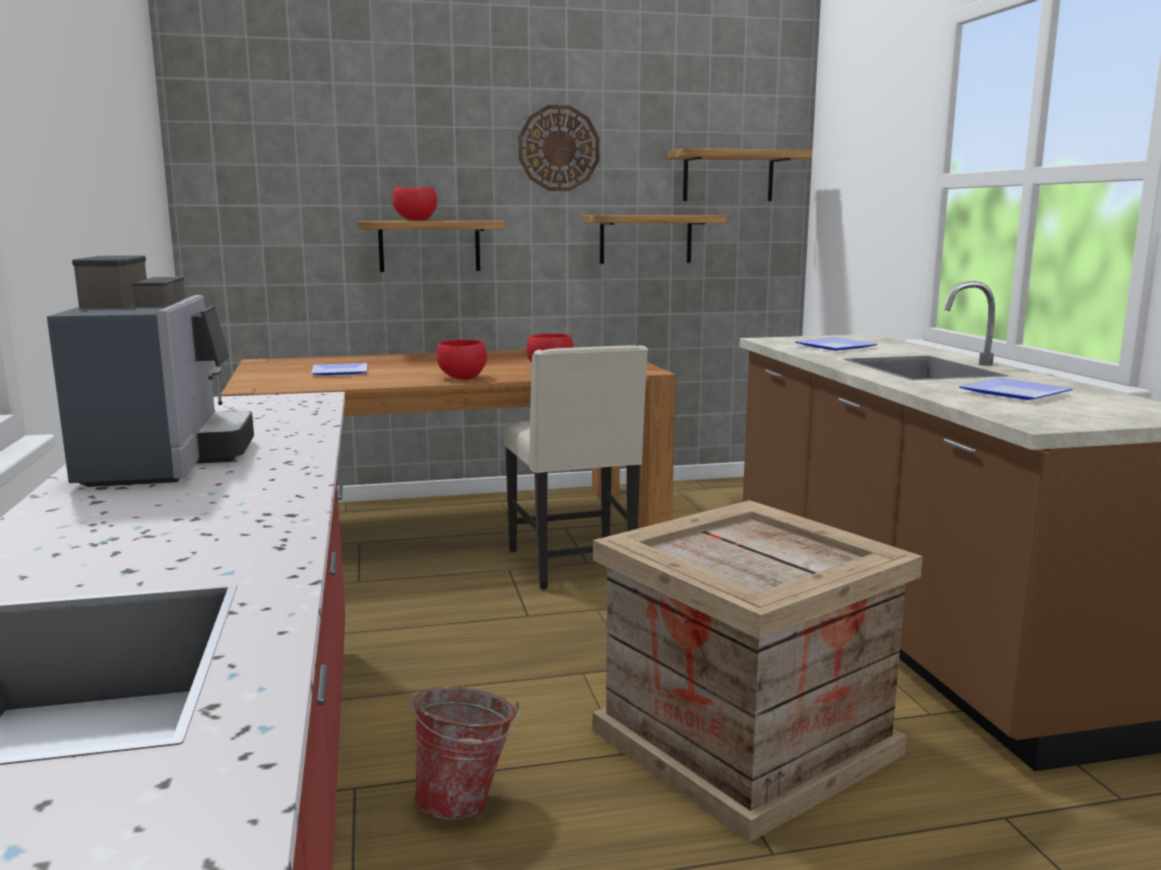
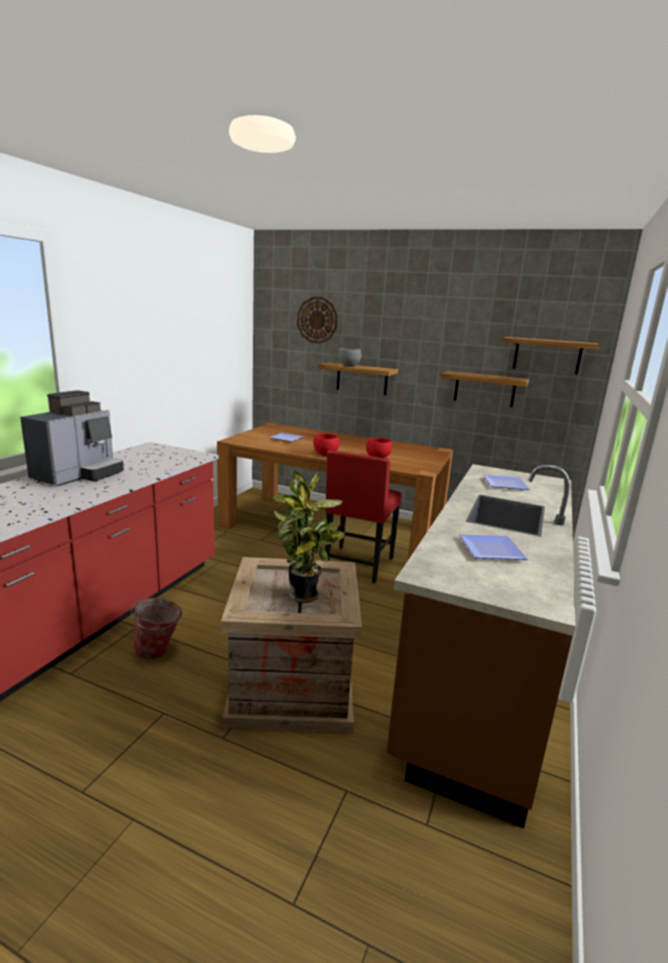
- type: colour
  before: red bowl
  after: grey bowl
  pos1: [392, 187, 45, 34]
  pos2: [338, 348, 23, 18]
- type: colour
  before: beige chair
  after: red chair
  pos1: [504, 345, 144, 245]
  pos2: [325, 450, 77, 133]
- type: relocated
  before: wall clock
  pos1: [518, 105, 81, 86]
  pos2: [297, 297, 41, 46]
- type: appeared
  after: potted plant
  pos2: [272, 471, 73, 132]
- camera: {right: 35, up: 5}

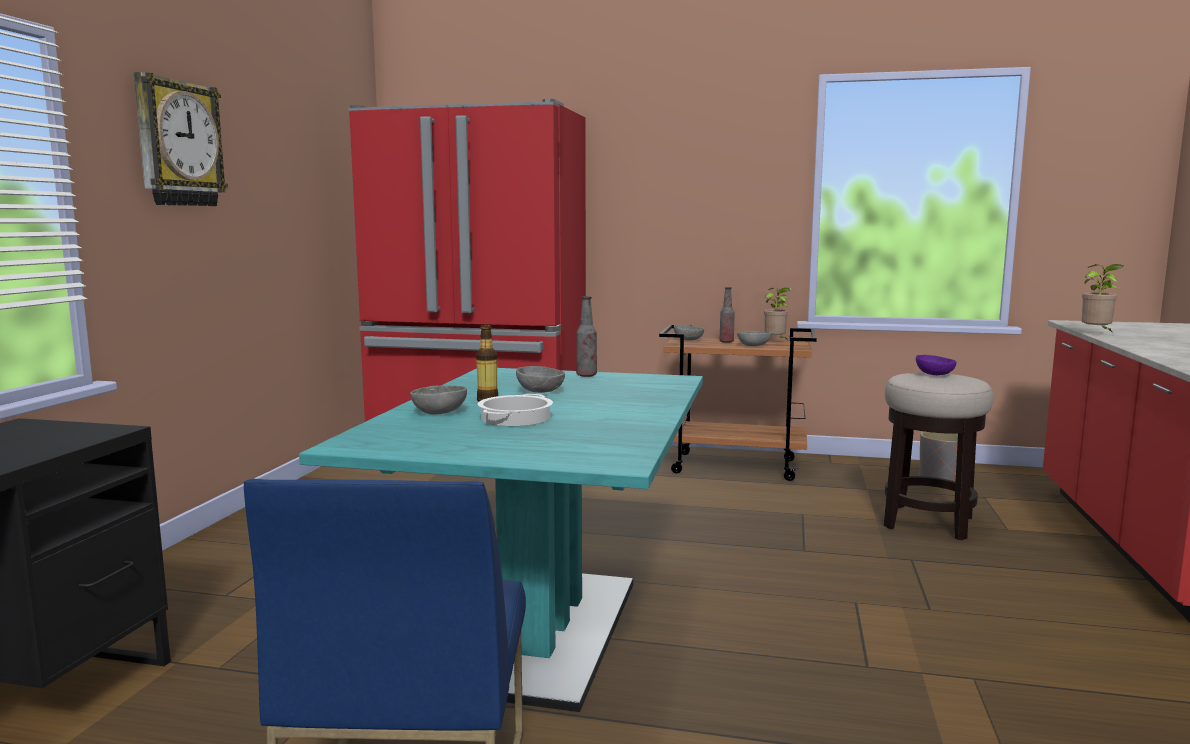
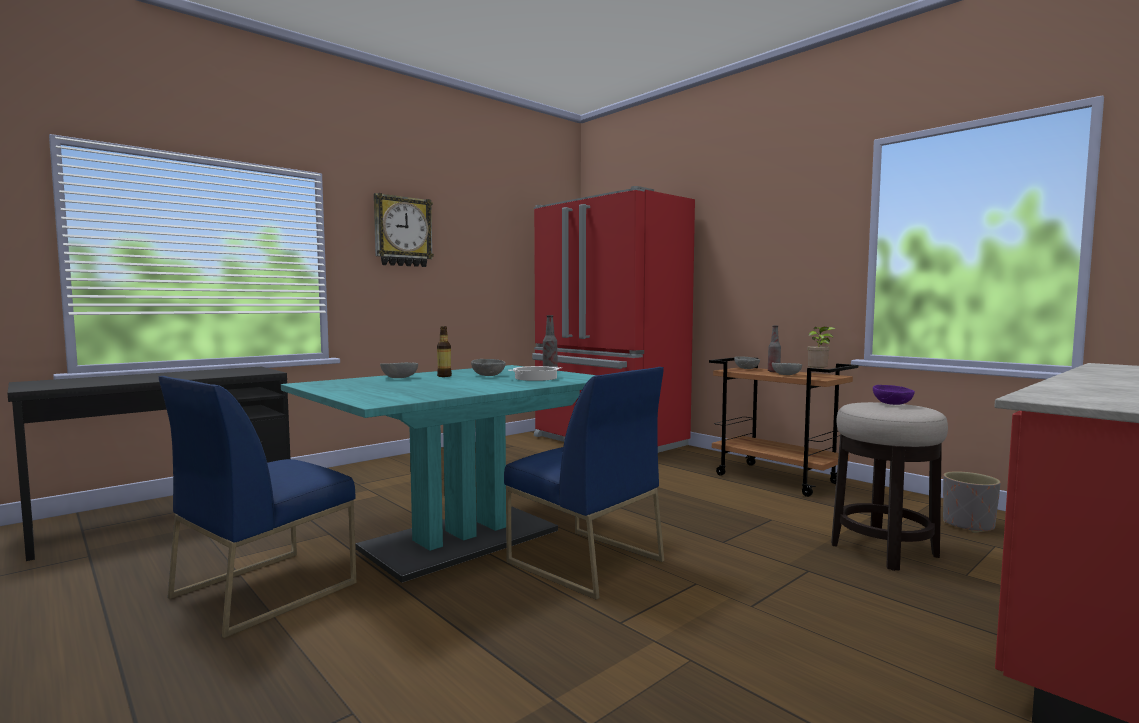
- type: relocated
  before: cooking pot
  pos1: [478, 394, 75, 32]
  pos2: [509, 366, 53, 15]
- type: missing
  before: potted plant
  pos1: [1082, 264, 42, 69]
- type: appeared
  after: blue chair
  pos2: [504, 367, 160, 233]
- camera: {right: 35, up: -5}

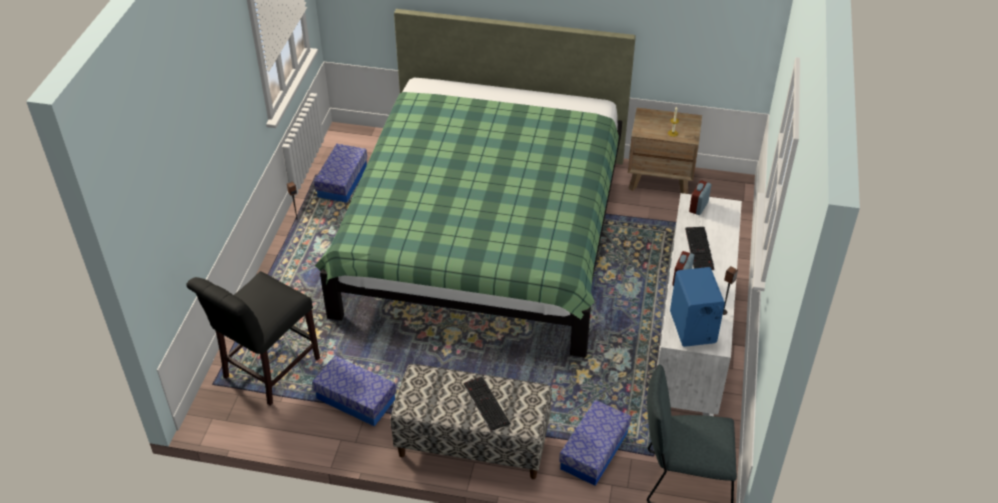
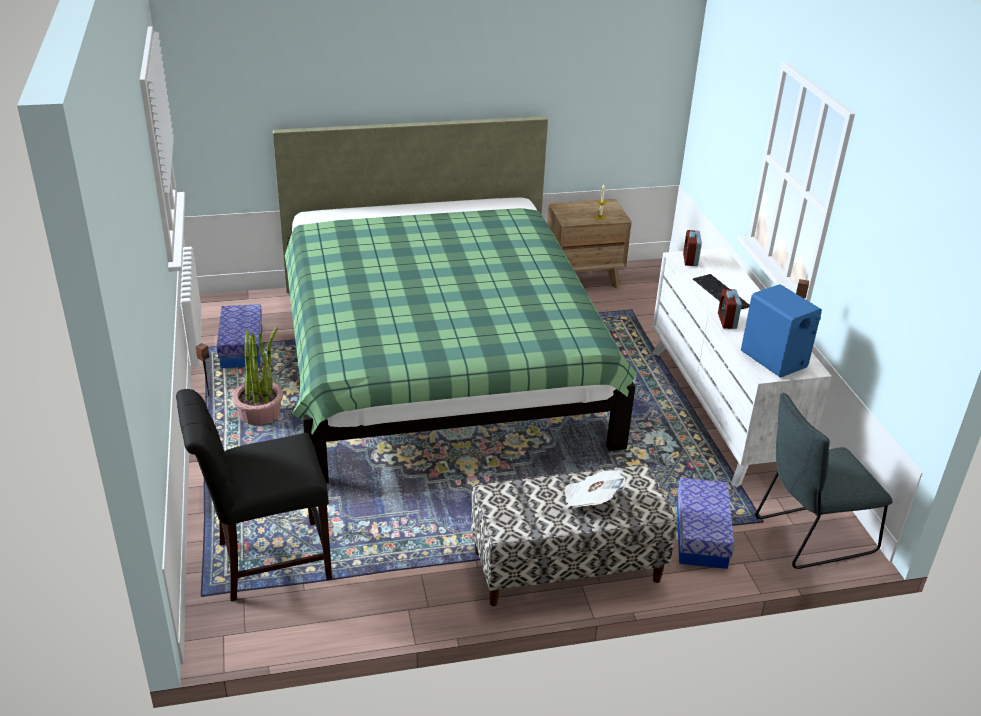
- type: spun
  before: black chair
  pos1: [186, 271, 134, 134]
  pos2: [176, 389, 156, 212]
  turn: 60
- type: missing
  before: storage box
  pos1: [312, 356, 84, 71]
- type: exchanged
  before: keyboard
  after: newspaper
  pos1: [463, 377, 47, 54]
  pos2: [565, 470, 60, 37]
- type: appeared
  after: potted plant
  pos2: [232, 327, 51, 98]
- camera: {right: -25, up: -10}

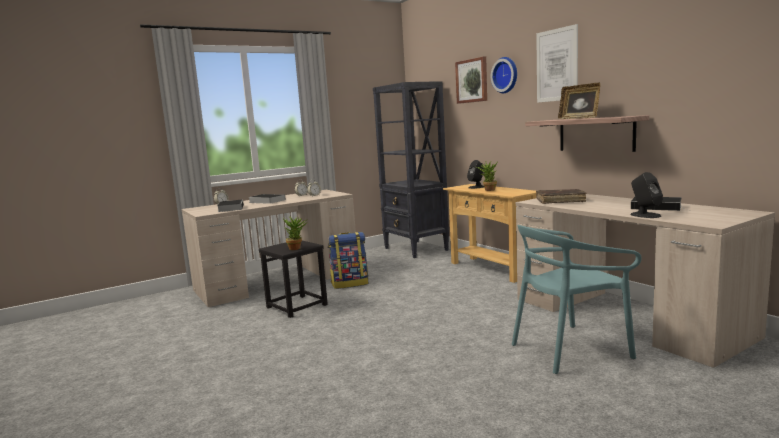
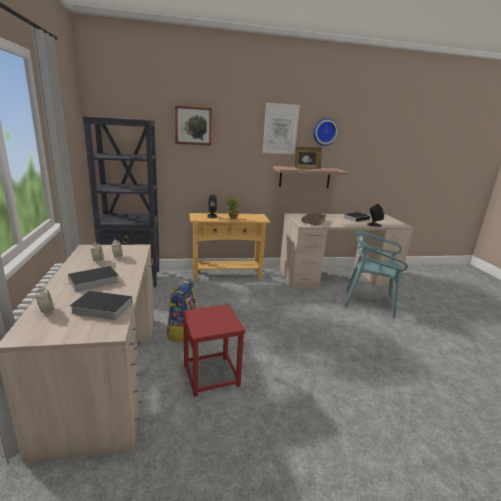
- type: colour
  before: black stool
  after: red stool
  pos1: [259, 241, 69, 77]
  pos2: [182, 304, 63, 93]
- type: missing
  before: potted plant
  pos1: [282, 217, 26, 33]
- type: relocated
  before: wall clock
  pos1: [491, 57, 26, 36]
  pos2: [313, 118, 25, 28]
- type: spun
  before: turquoise chair
  pos1: [512, 225, 130, 149]
  pos2: [345, 231, 63, 87]
  turn: 105
- camera: {right: -70, up: 10}

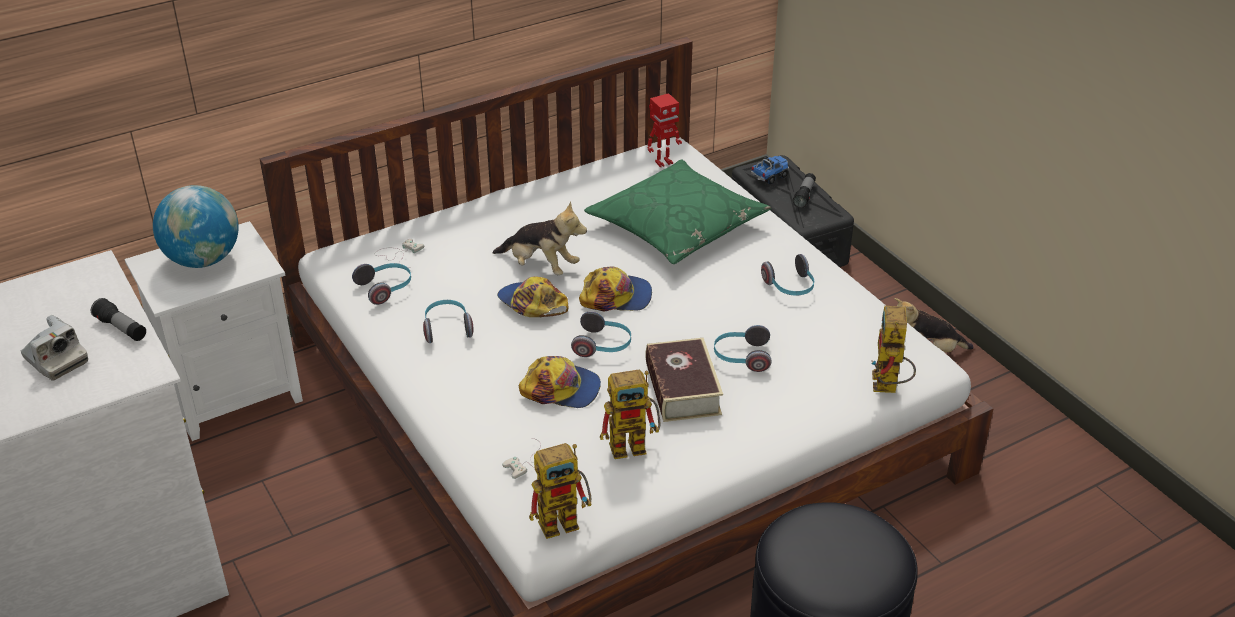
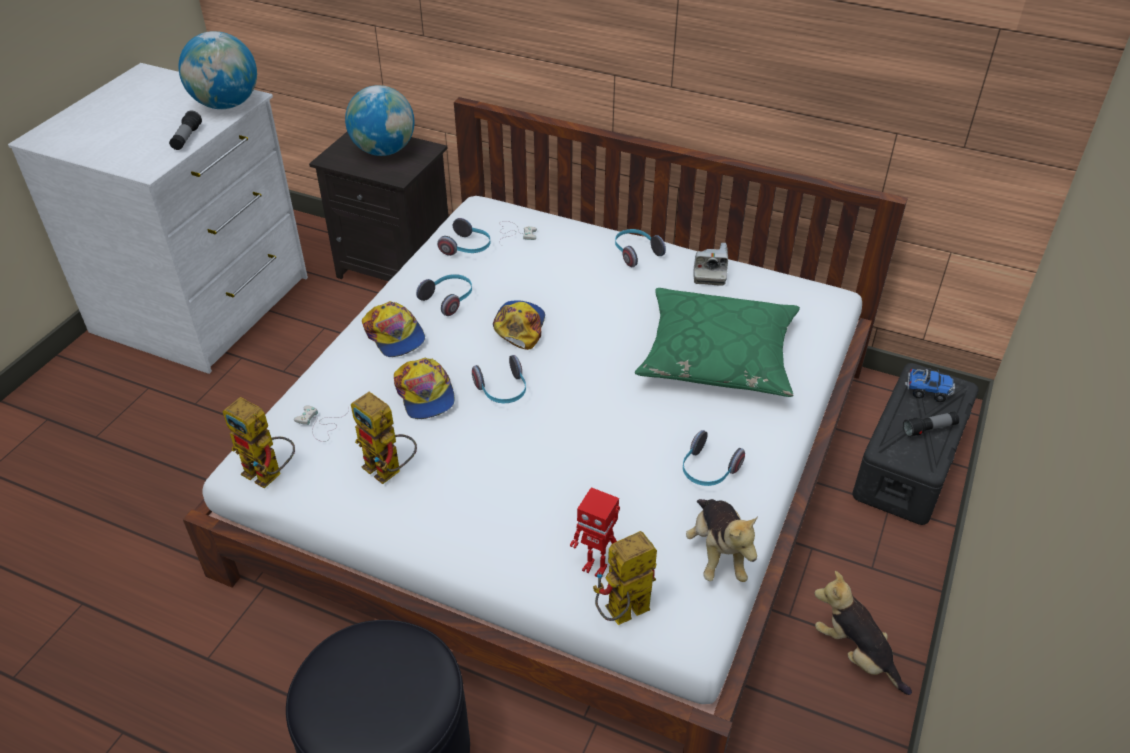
- type: relocated
  before: photo camera
  pos1: [21, 315, 67, 66]
  pos2: [693, 243, 35, 43]
- type: colour
  before: white nightstand
  after: black nightstand
  pos1: [124, 221, 179, 220]
  pos2: [309, 132, 140, 149]
- type: relocated
  before: plush toy
  pos1: [492, 201, 95, 74]
  pos2: [686, 499, 72, 83]
- type: relocated
  before: cap
  pos1: [579, 266, 73, 46]
  pos2: [362, 301, 63, 56]
- type: missing
  before: book
  pos1: [645, 338, 78, 84]
- type: relocated
  before: toy robot
  pos1: [647, 93, 35, 74]
  pos2: [570, 487, 50, 91]
- type: relocated
  before: headphones
  pos1: [714, 325, 58, 47]
  pos2: [615, 229, 51, 38]
- type: appeared
  after: globe
  pos2: [178, 31, 79, 78]
- camera: {right: 55, up: 5}

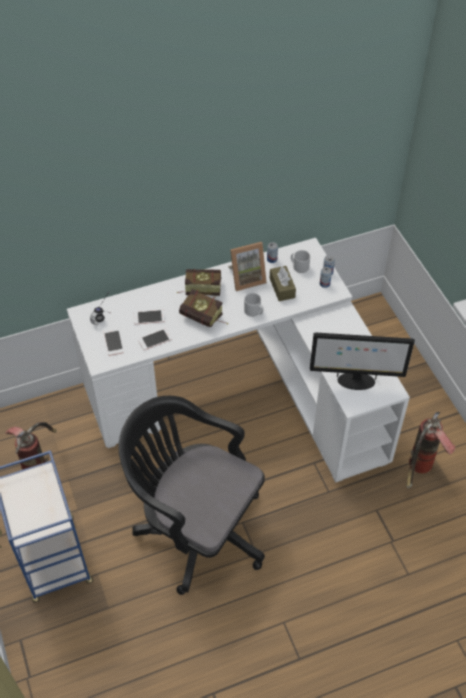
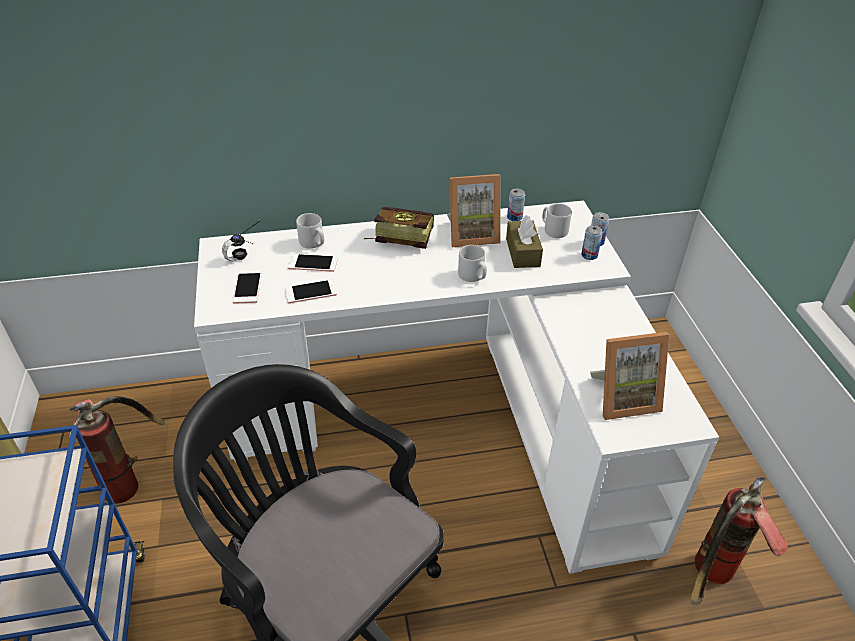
- type: missing
  before: book
  pos1: [179, 289, 49, 38]
- type: exchanged
  before: monitor
  after: picture frame
  pos1: [310, 333, 105, 57]
  pos2: [590, 332, 79, 88]
- type: appeared
  after: grey mug
  pos2: [296, 213, 28, 36]
- camera: {right: 10, up: -10}

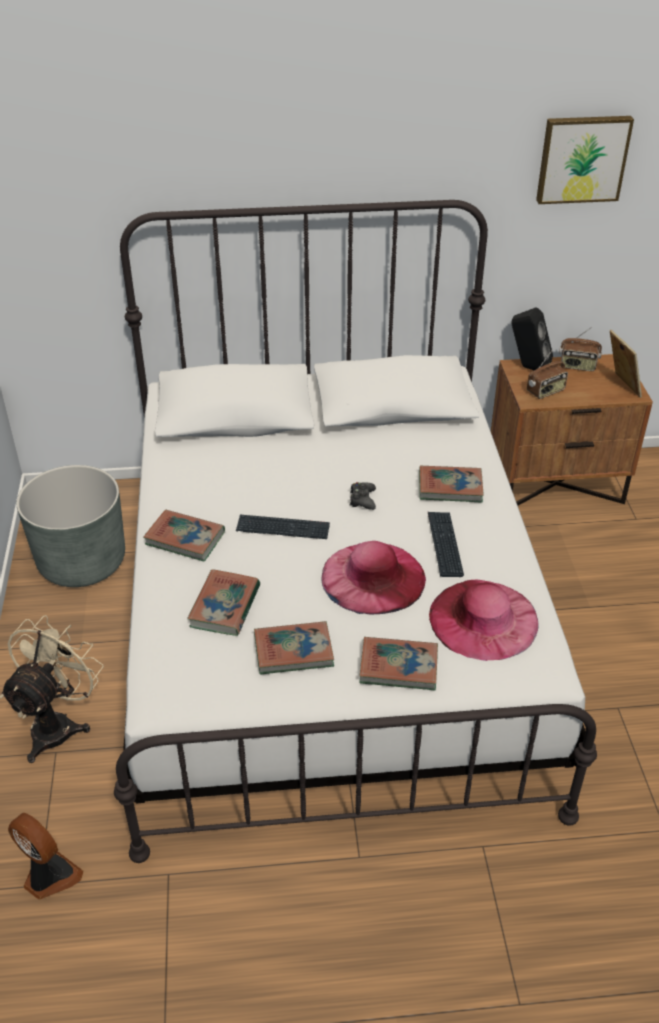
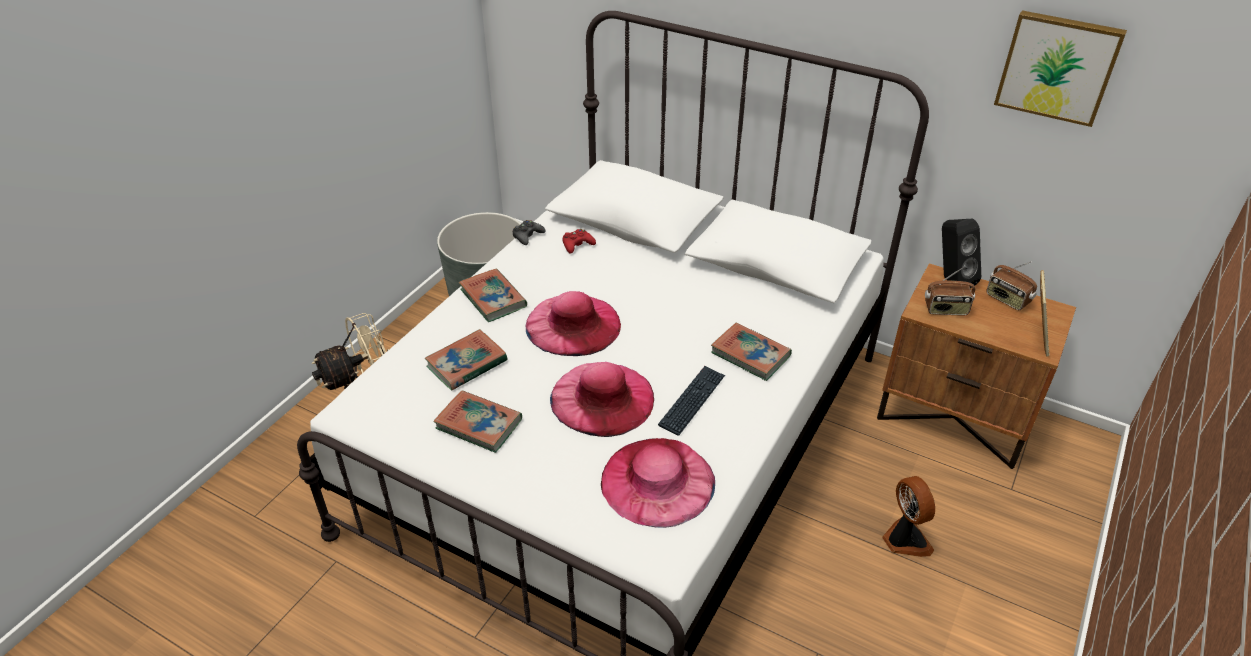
- type: relocated
  before: fan
  pos1: [8, 813, 76, 87]
  pos2: [882, 476, 53, 81]
- type: exchanged
  before: keyboard
  after: pink hat
  pos1: [236, 515, 94, 24]
  pos2: [526, 291, 95, 65]
- type: relocated
  before: black game controller
  pos1: [350, 482, 26, 28]
  pos2: [513, 220, 32, 25]
- type: missing
  before: book
  pos1: [359, 637, 79, 53]
- type: appeared
  after: red game controller
  pos2: [563, 229, 33, 25]
- camera: {right: 35, up: 0}

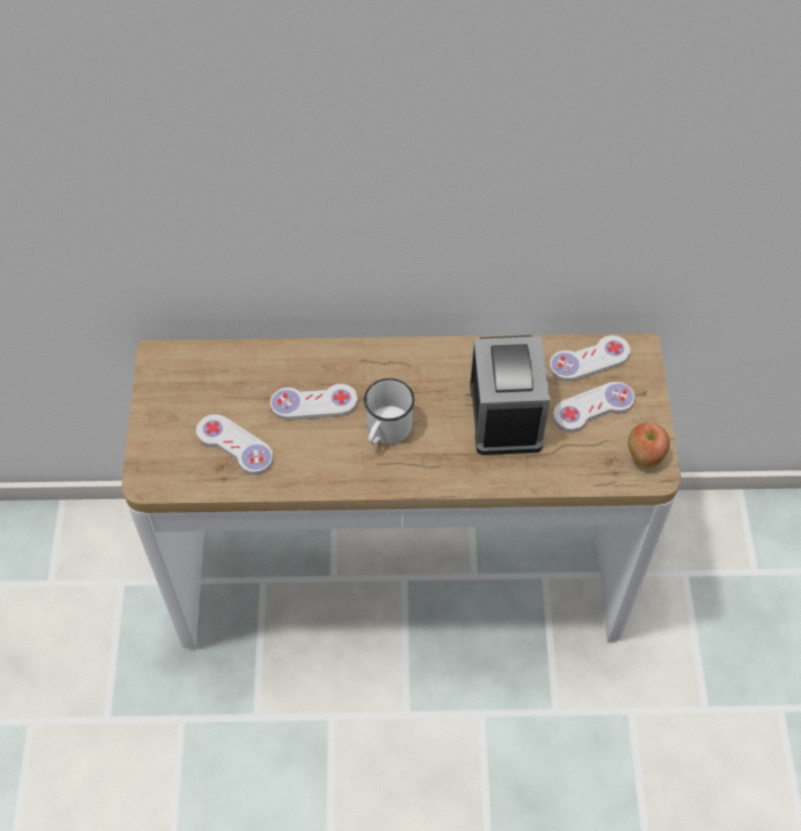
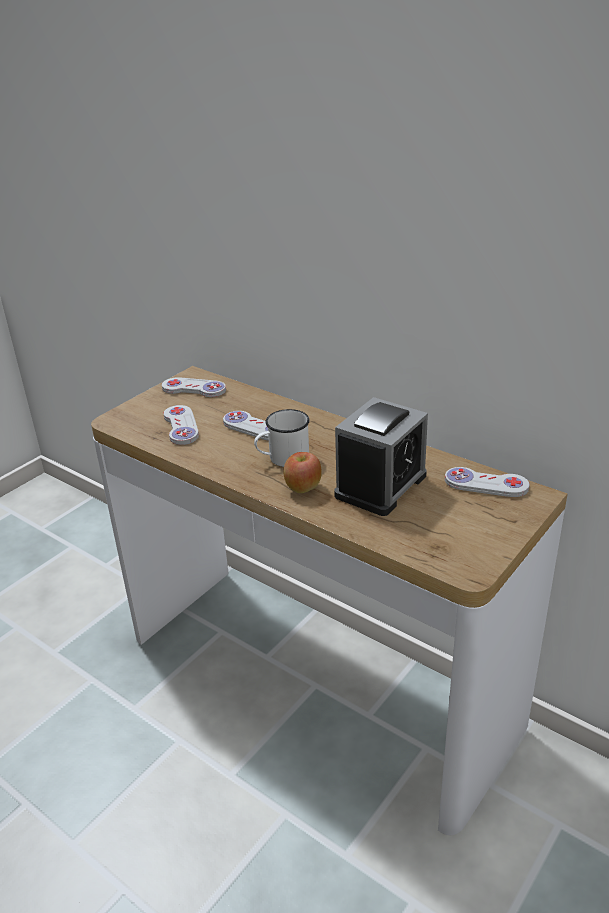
- type: relocated
  before: white game controller
  pos1: [553, 382, 82, 50]
  pos2: [162, 377, 64, 20]
- type: relocated
  before: apple
  pos1: [628, 422, 42, 45]
  pos2: [283, 452, 39, 41]
- camera: {right: 40, up: -25}

